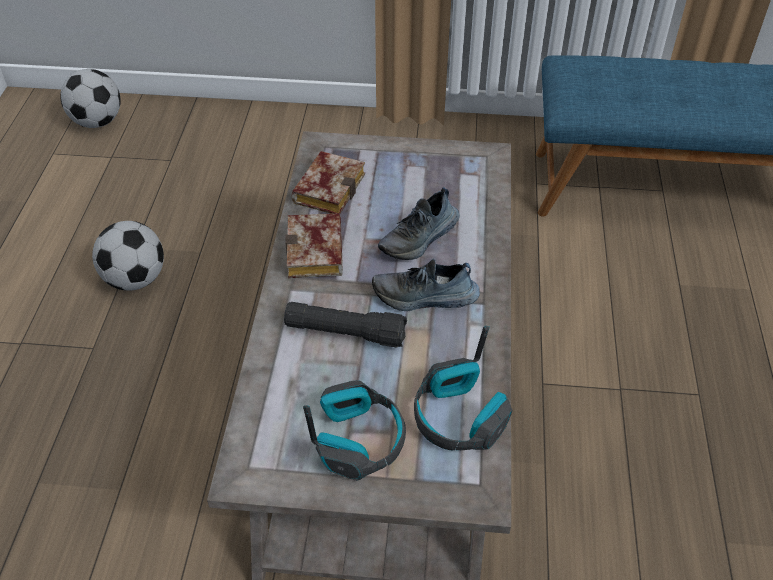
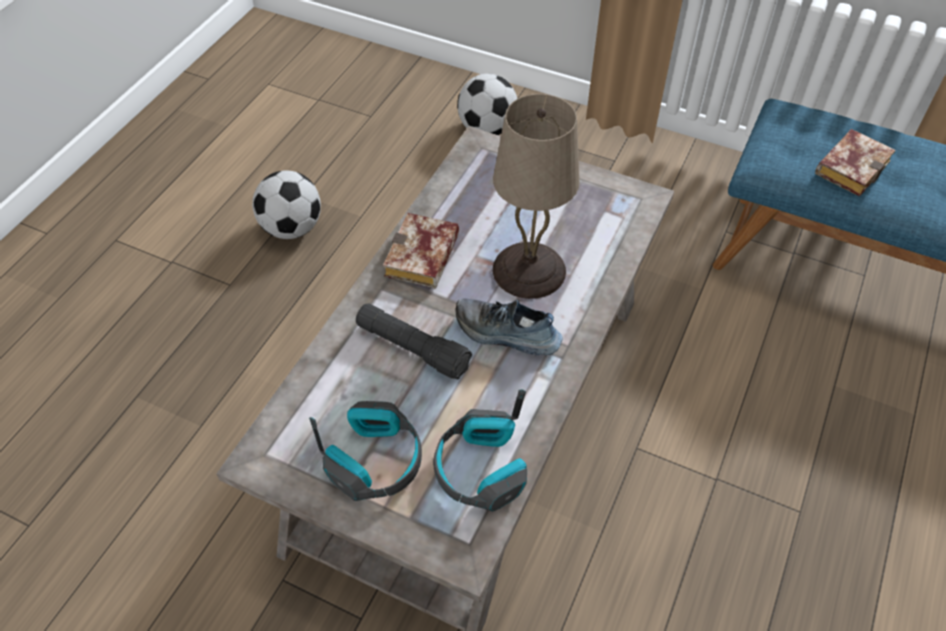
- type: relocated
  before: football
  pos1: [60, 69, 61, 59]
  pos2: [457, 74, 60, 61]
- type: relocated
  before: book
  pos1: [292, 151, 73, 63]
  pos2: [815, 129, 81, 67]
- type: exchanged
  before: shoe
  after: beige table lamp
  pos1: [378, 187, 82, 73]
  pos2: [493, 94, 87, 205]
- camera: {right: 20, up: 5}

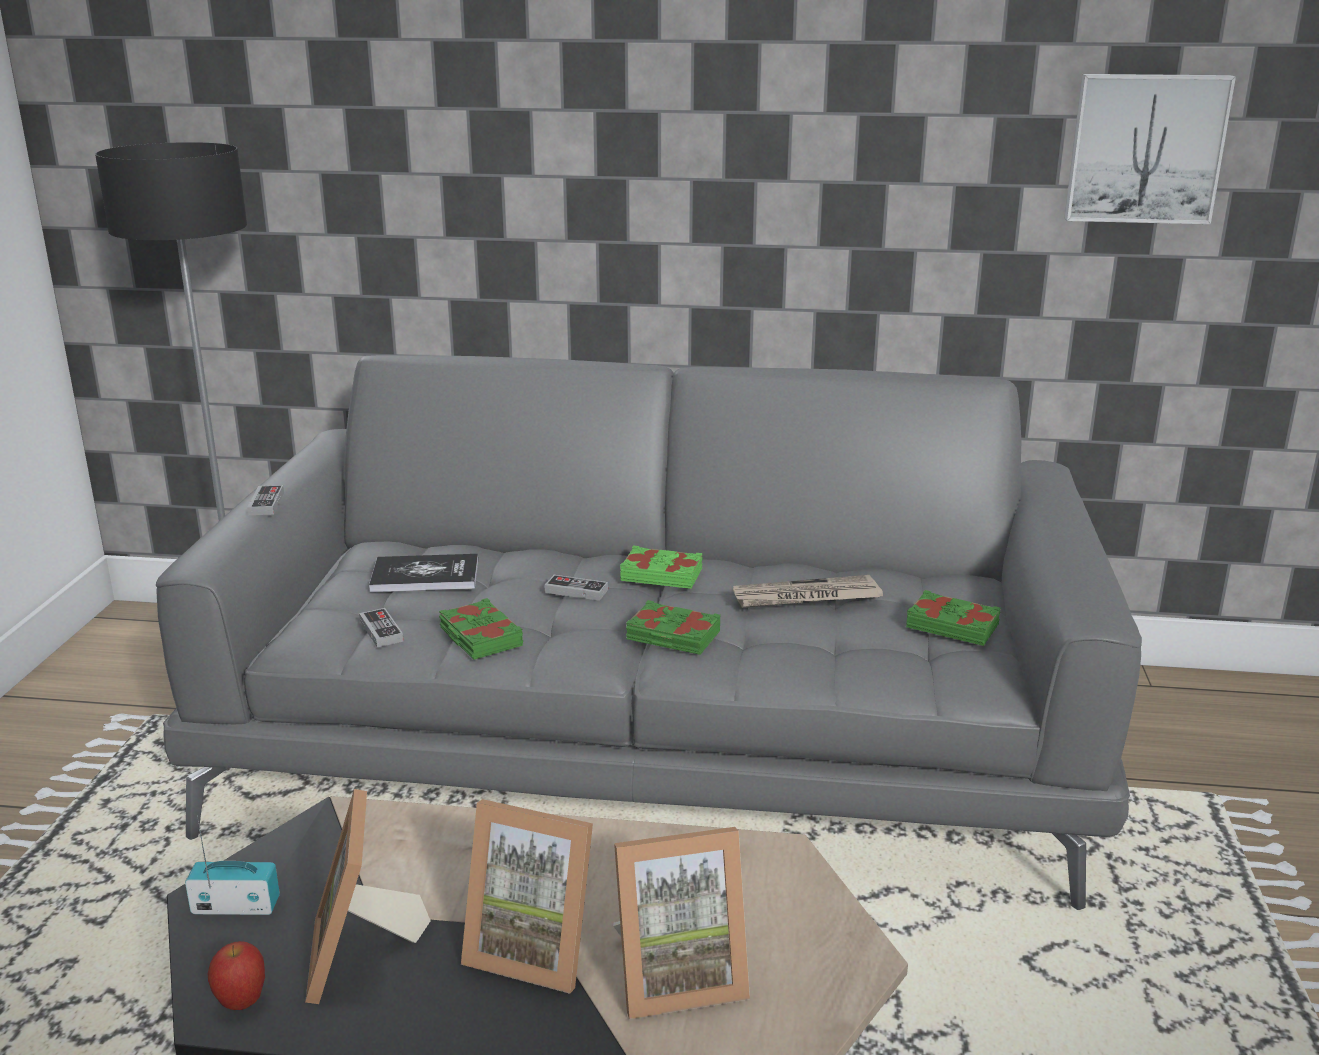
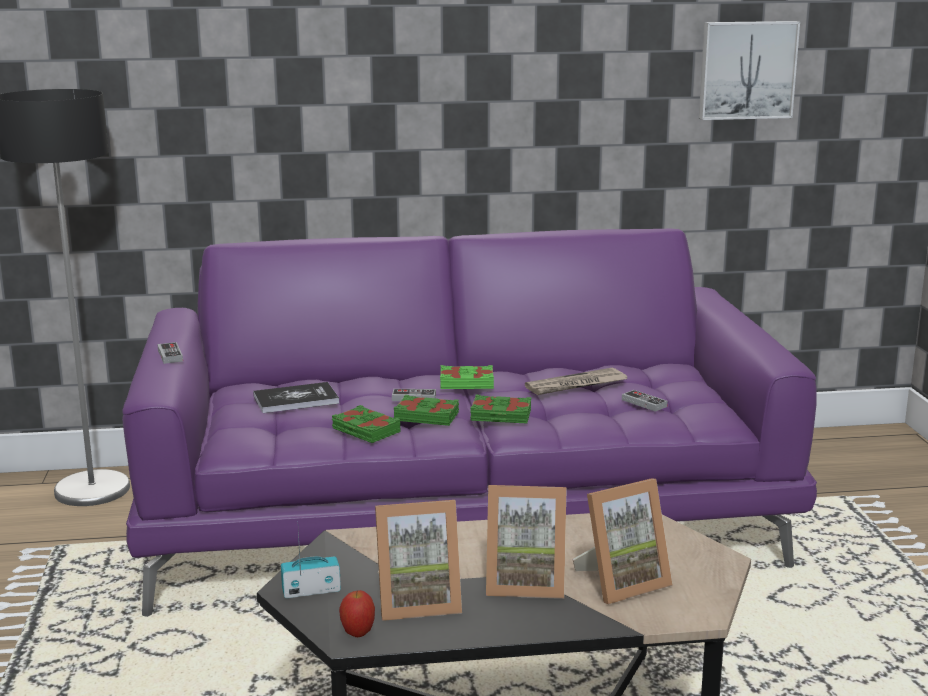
- type: colour
  before: grey sofa
  after: purple sofa
  pos1: [156, 355, 986, 555]
  pos2: [122, 229, 695, 388]
- type: spun
  before: picture frame
  pos1: [305, 789, 126, 215]
  pos2: [375, 500, 87, 121]
  turn: -75
- type: relocated
  before: game controller
  pos1: [359, 608, 45, 39]
  pos2: [622, 390, 46, 22]
- type: relocated
  before: green book
  pos1: [906, 590, 95, 56]
  pos2: [394, 395, 65, 31]
- camera: {right: -15, up: -5}

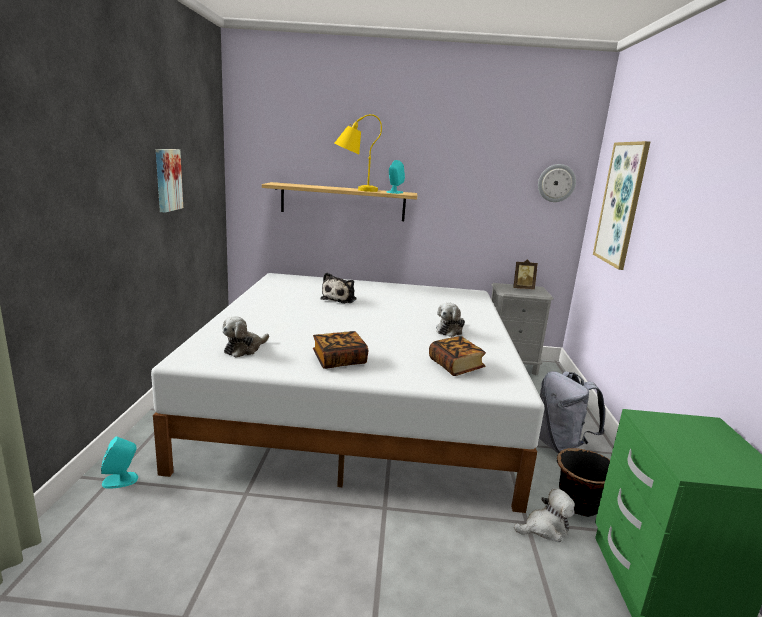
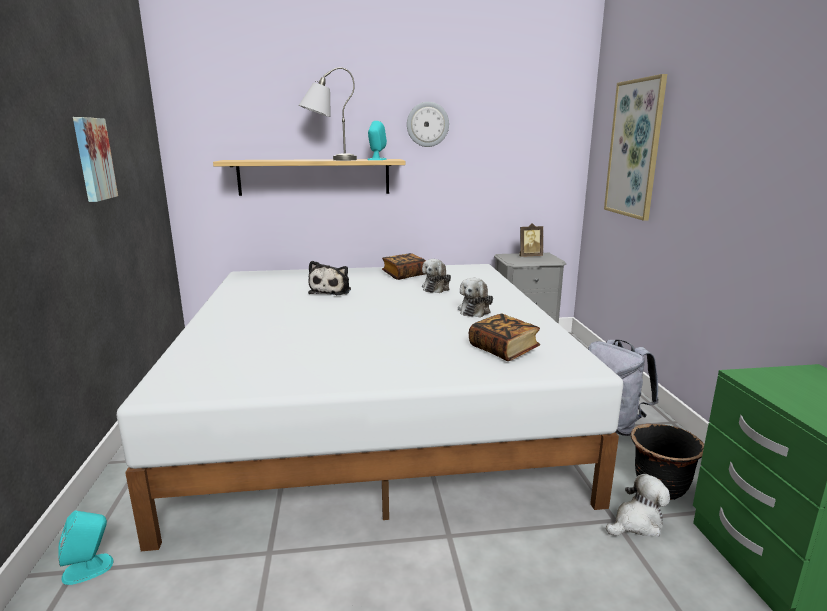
- type: relocated
  before: plush toy
  pos1: [222, 316, 47, 42]
  pos2: [422, 259, 29, 34]
- type: relocated
  before: book
  pos1: [313, 331, 56, 38]
  pos2: [382, 253, 44, 27]
- type: colour
  before: yellow table lamp
  after: grey table lamp
  pos1: [334, 114, 48, 78]
  pos2: [299, 67, 58, 93]
- type: relocated
  before: wall clock
  pos1: [538, 164, 38, 38]
  pos2: [407, 102, 42, 45]
- camera: {right: -10, up: 0}

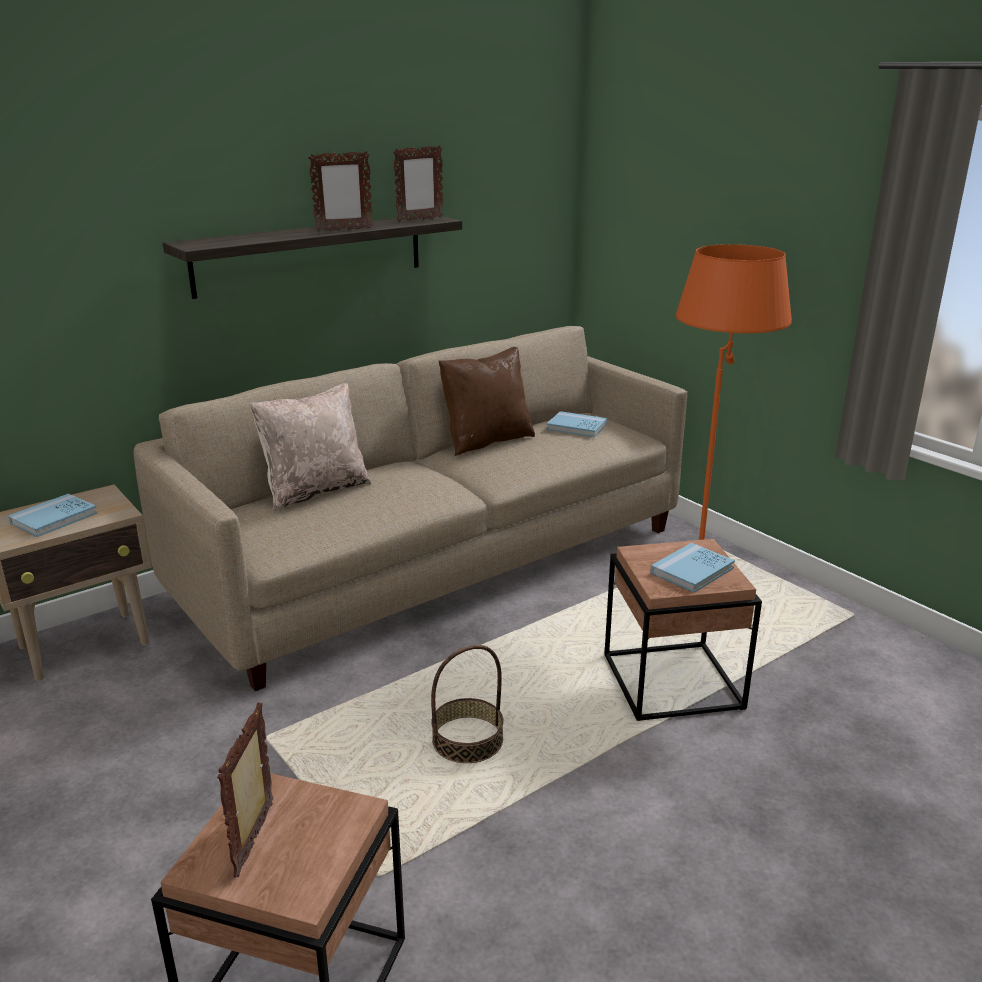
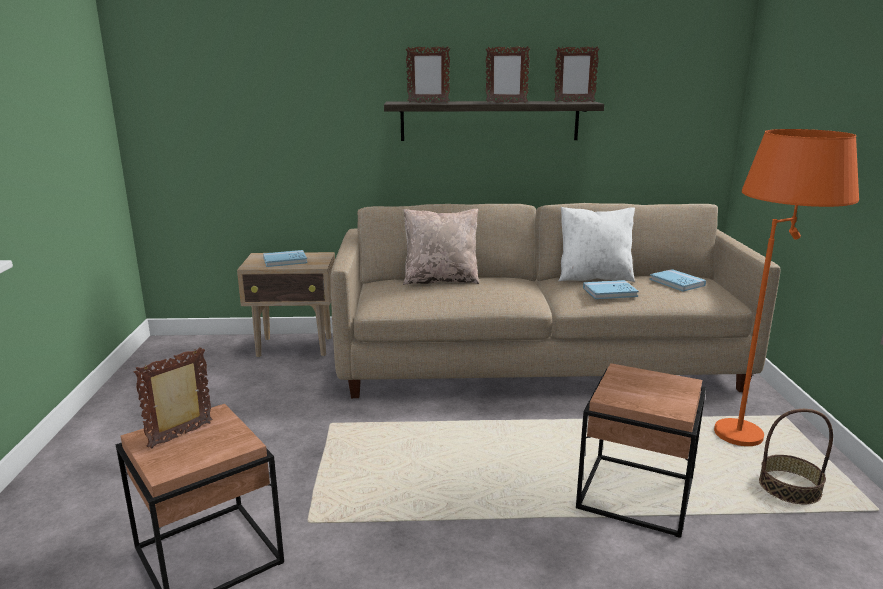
- type: relocated
  before: basket
  pos1: [431, 645, 73, 118]
  pos2: [759, 409, 74, 95]
- type: colour
  before: brown pillow
  after: white pillow
  pos1: [439, 347, 96, 109]
  pos2: [558, 207, 77, 75]
- type: relocated
  before: blue book
  pos1: [651, 543, 84, 50]
  pos2: [583, 280, 56, 19]
- type: appeared
  after: picture frame
  pos2: [406, 46, 44, 57]
- camera: {right: 35, up: -5}

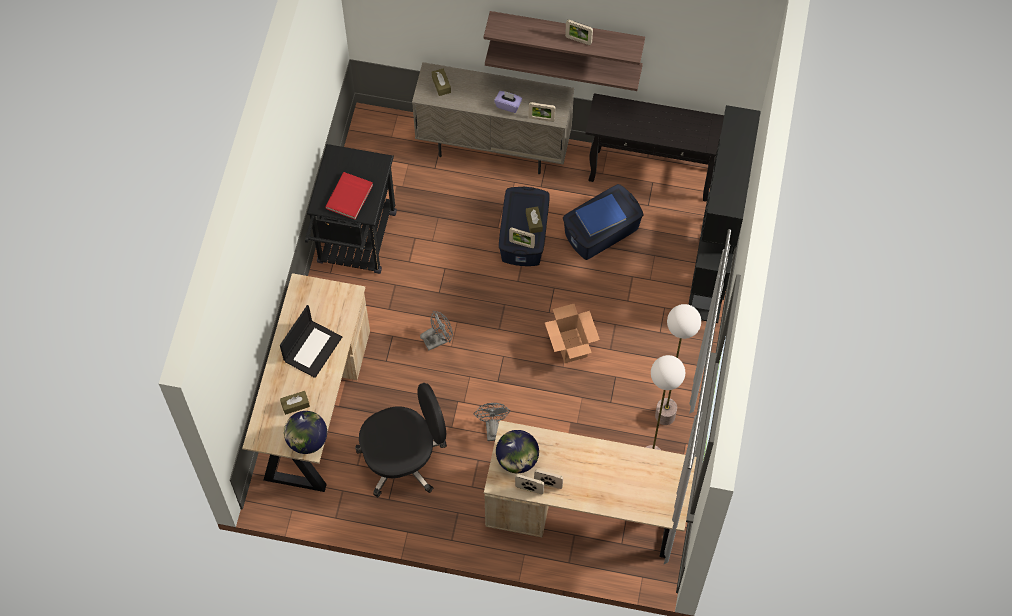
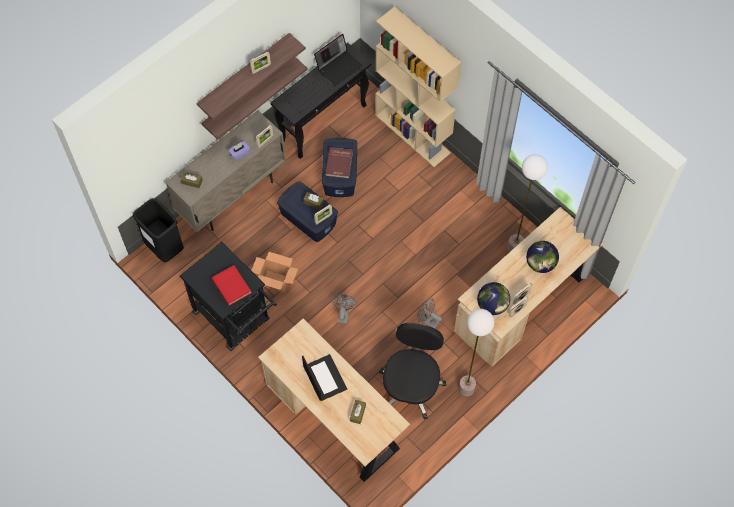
- type: relocated
  before: globe
  pos1: [284, 411, 43, 43]
  pos2: [526, 241, 33, 32]
- type: relocated
  before: cardboard box
  pos1: [545, 304, 55, 59]
  pos2: [251, 252, 47, 41]
- type: colour
  before: blue book
  after: red book
  pos1: [575, 194, 52, 43]
  pos2: [325, 147, 28, 32]
- type: relocated
  before: floor lamp
  pos1: [655, 304, 46, 121]
  pos2: [459, 309, 35, 87]
- type: colour
  before: black bookcase
  after: beige bookcase
  pos1: [688, 105, 73, 218]
  pos2: [375, 7, 86, 160]
- type: appeared
  after: black trash can
  pos2: [133, 198, 51, 64]
- type: appeared
  after: laptop
  pos2: [314, 34, 49, 52]
- camera: {right: -55, up: 0}

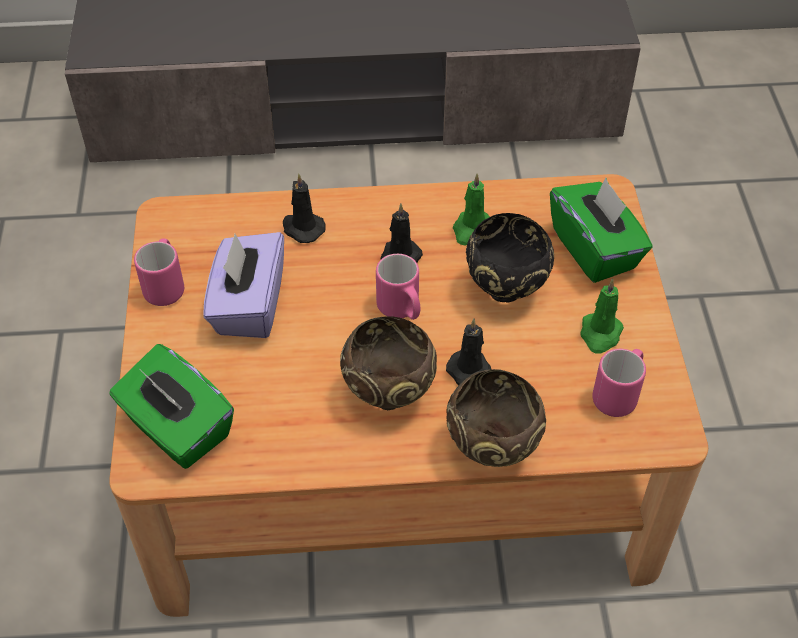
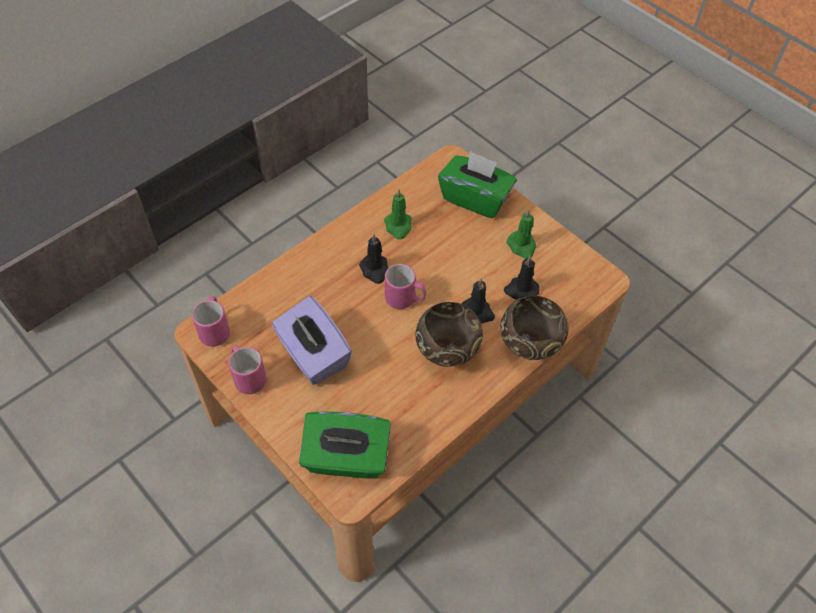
- type: relocated
  before: black candle
  pos1: [283, 174, 43, 69]
  pos2: [504, 255, 36, 45]
- type: missing
  before: black bowl
  pos1: [466, 213, 88, 90]
- type: relocated
  before: pink mug
  pos1: [592, 349, 54, 68]
  pos2: [192, 296, 38, 51]
- camera: {right: -40, up: 5}

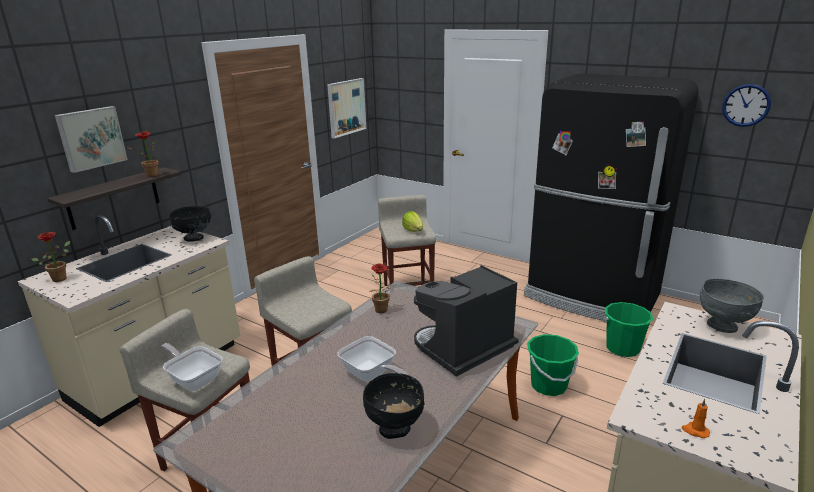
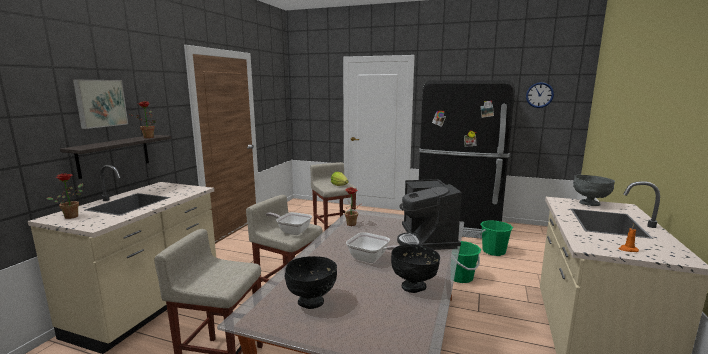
- type: relocated
  before: frying pan
  pos1: [161, 343, 62, 48]
  pos2: [266, 212, 46, 23]
- type: relocated
  before: black bowl
  pos1: [169, 206, 42, 36]
  pos2: [285, 256, 52, 53]
- type: missing
  before: picture
  pos1: [327, 78, 39, 60]
- type: spun
  before: coffee machine
  pos1: [414, 265, 105, 112]
  pos2: [397, 179, 65, 71]
  turn: -45
- camera: {right: -15, up: -10}

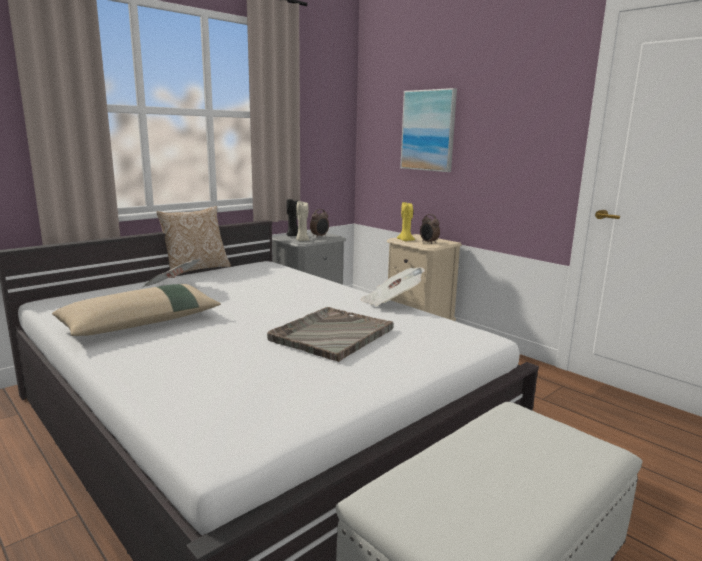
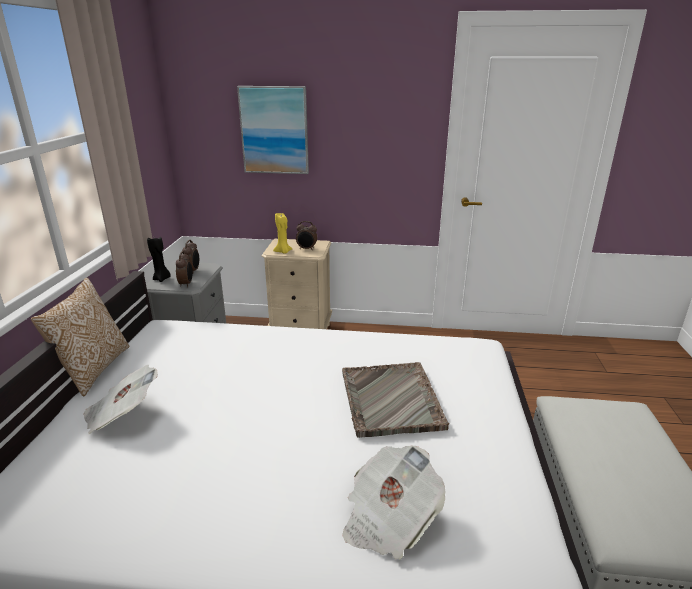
- type: missing
  before: beige pillow
  pos1: [52, 284, 169, 52]
- type: exchanged
  before: beige candle
  after: alarm clock
  pos1: [296, 201, 14, 40]
  pos2: [176, 251, 17, 36]
- type: relocated
  before: newspaper
  pos1: [361, 267, 64, 39]
  pos2: [342, 445, 103, 114]
- camera: {right: -40, up: 10}

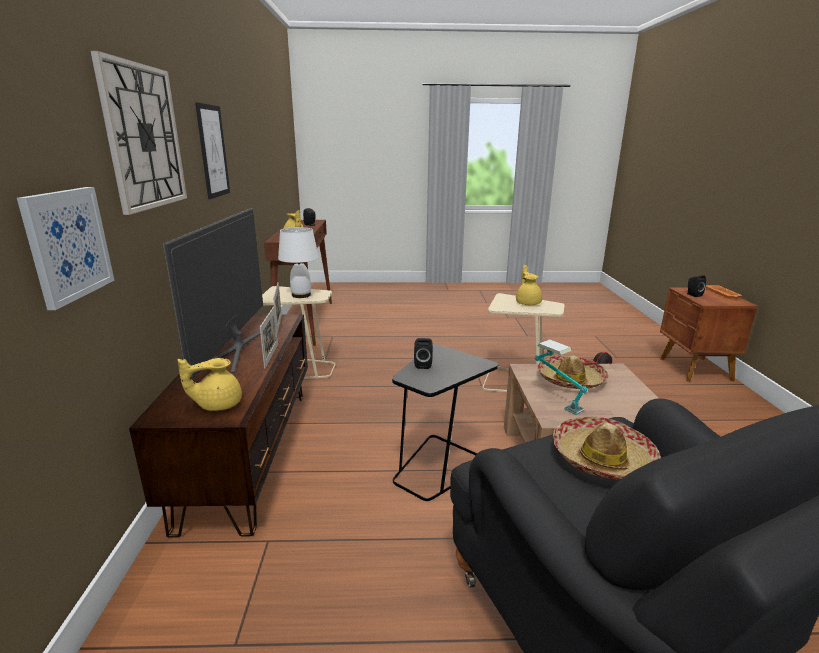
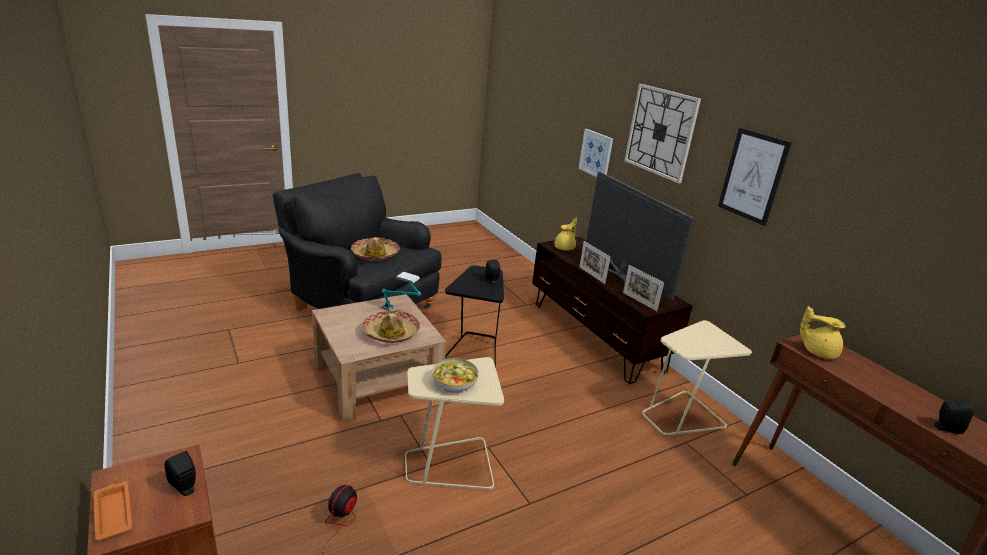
- type: missing
  before: white table lamp
  pos1: [278, 227, 41, 71]
- type: exchanged
  before: yellow teapot
  after: bowl
  pos1: [516, 265, 26, 40]
  pos2: [432, 358, 47, 35]
- camera: {right: 150, up: 5}

